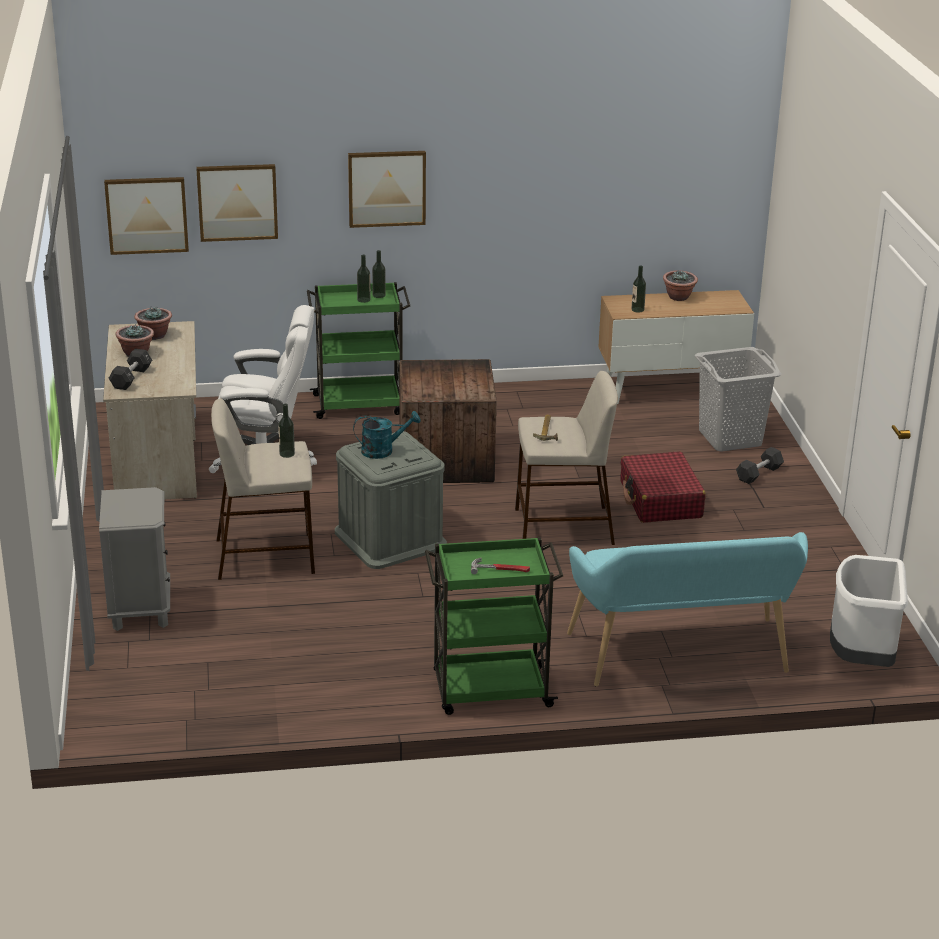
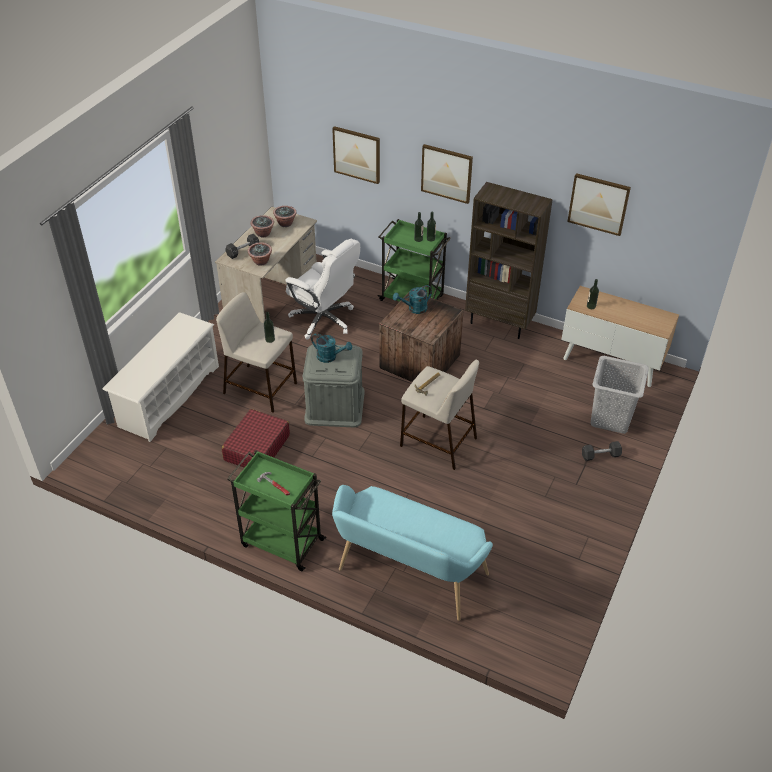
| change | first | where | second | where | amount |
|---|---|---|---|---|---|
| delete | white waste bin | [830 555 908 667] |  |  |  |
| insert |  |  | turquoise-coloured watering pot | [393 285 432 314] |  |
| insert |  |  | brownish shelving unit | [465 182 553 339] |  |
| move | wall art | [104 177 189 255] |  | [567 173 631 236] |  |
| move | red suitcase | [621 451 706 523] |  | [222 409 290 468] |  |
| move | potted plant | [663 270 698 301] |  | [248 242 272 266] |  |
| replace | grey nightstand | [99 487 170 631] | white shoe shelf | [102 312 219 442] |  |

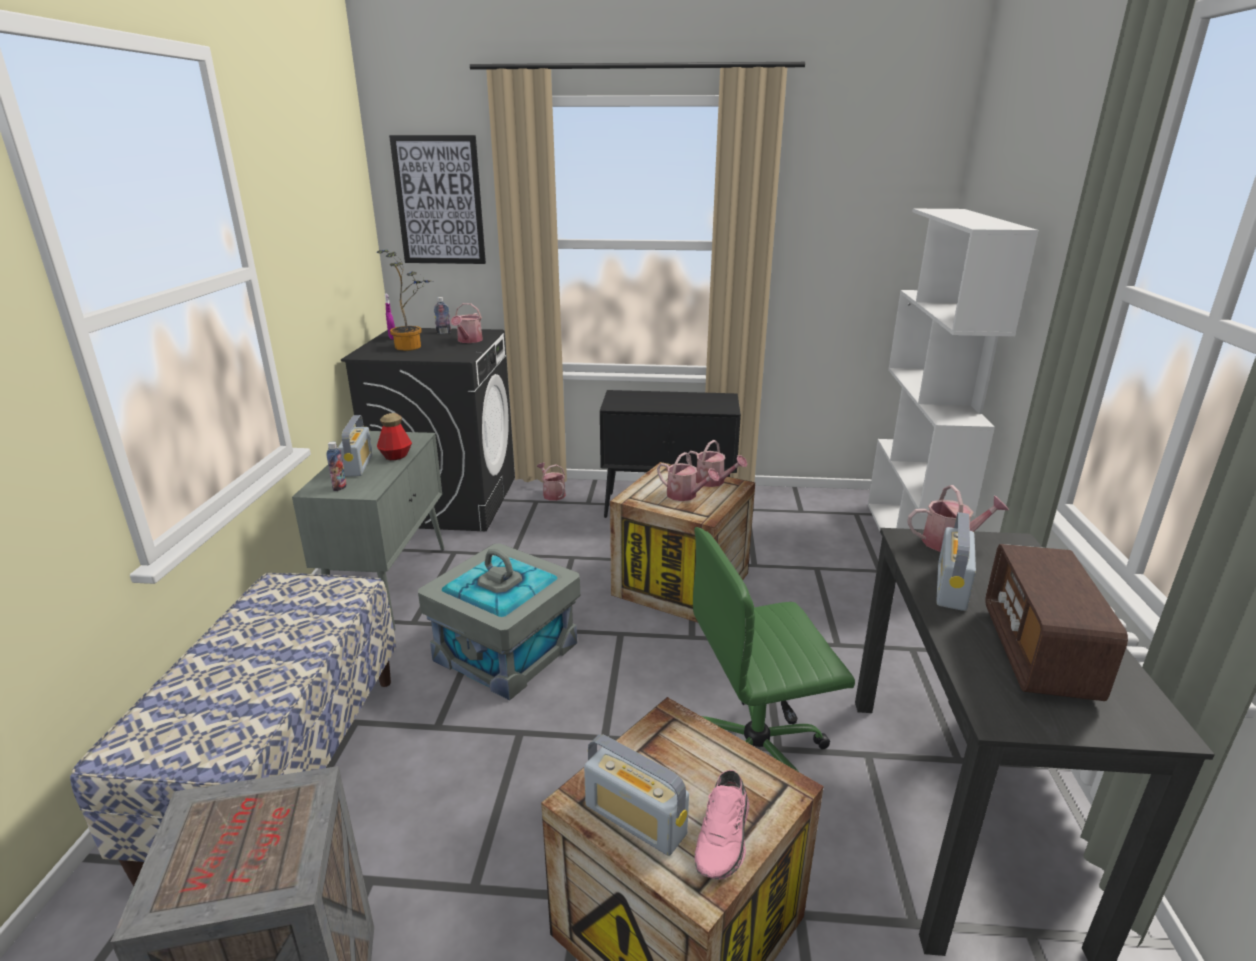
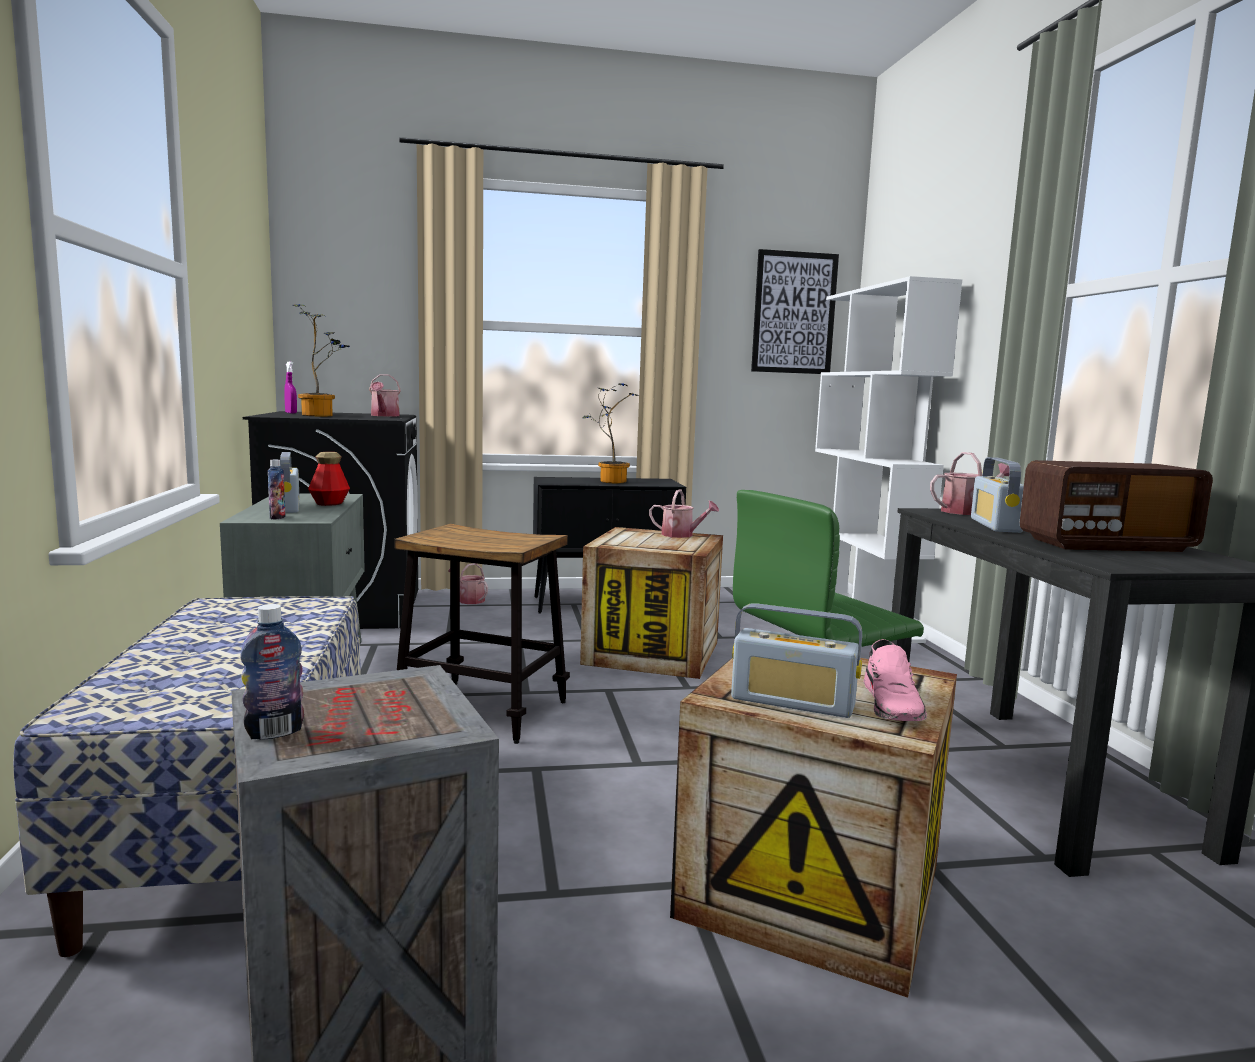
| change | first | where | second | where | amount |
|---|---|---|---|---|---|
| delete | watering pot | [657 452 720 501] |  |  |  |
| insert |  |  | potted plant | [582 383 639 483] |  |
| move | wall art | [389 135 486 264] |  | [751 249 839 374] |  |
| move | beverage bottle | [434 297 451 334] |  | [240 604 304 740] |  |
| replace | grey storage container | [418 543 580 700] | stool seat | [394 524 570 744] |  |
| rotate | radio set | [985 544 1128 701] |  | [1019 460 1213 552] | 90 degrees counterclockwise |

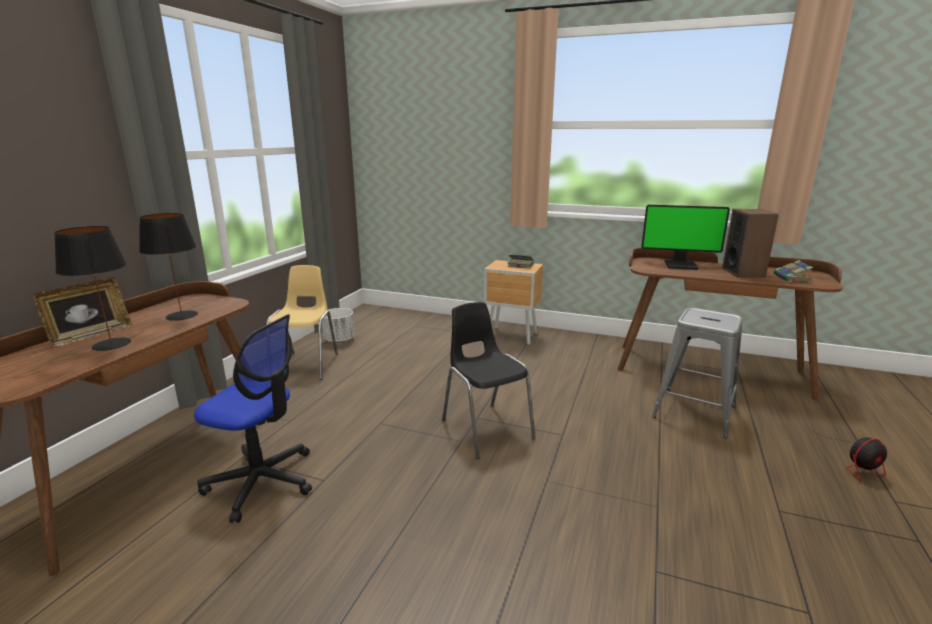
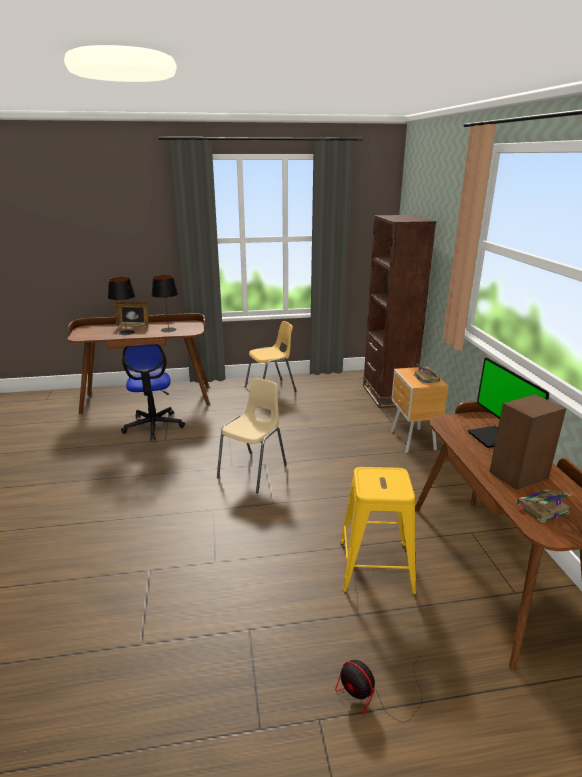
| change | first | where | second | where | amount |
|---|---|---|---|---|---|
| delete | white plant pot | [322 308 355 343] |  |  |  |
| insert |  |  | brownish shelving unit | [363 215 436 408] |  |
| recolor | blackish chair | [442 302 536 459] | beige-coloured chair | [217 379 287 493] |  |
| recolor | grey stool seat | [652 308 743 438] | yellow-coloured stool seat | [340 467 416 595] |  |

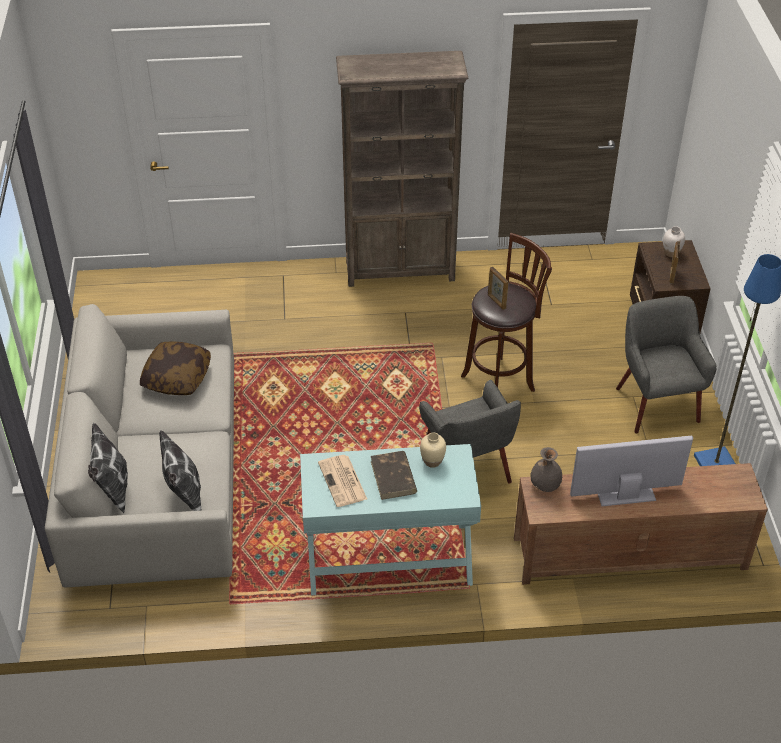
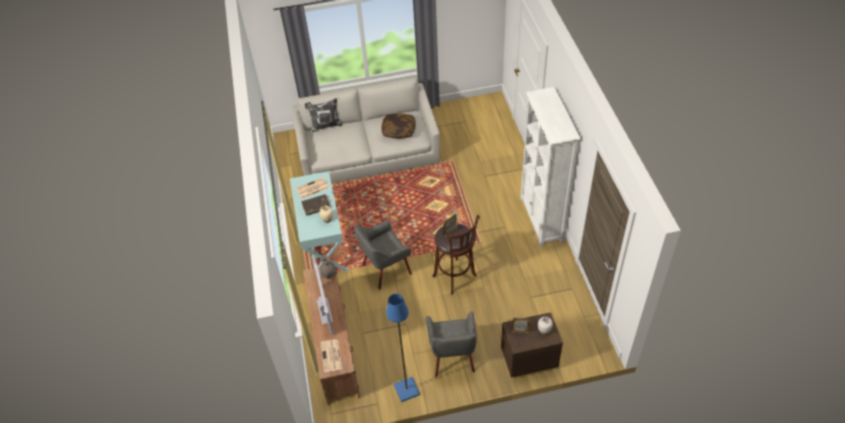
| change | first | where | second | where | amount |
|---|---|---|---|---|---|
| delete | throw pillow | [159 430 202 511] |  |  |  |
| insert |  |  | printed paper | [321 339 342 372] |  |
| recolor | brownish shelving unit | [336 51 469 287] | white shelving unit | [520 87 581 247] |  |
| rotate | grey lounge chair | [616 296 717 433] |  | [426 311 477 377] | 105 degrees clockwise |

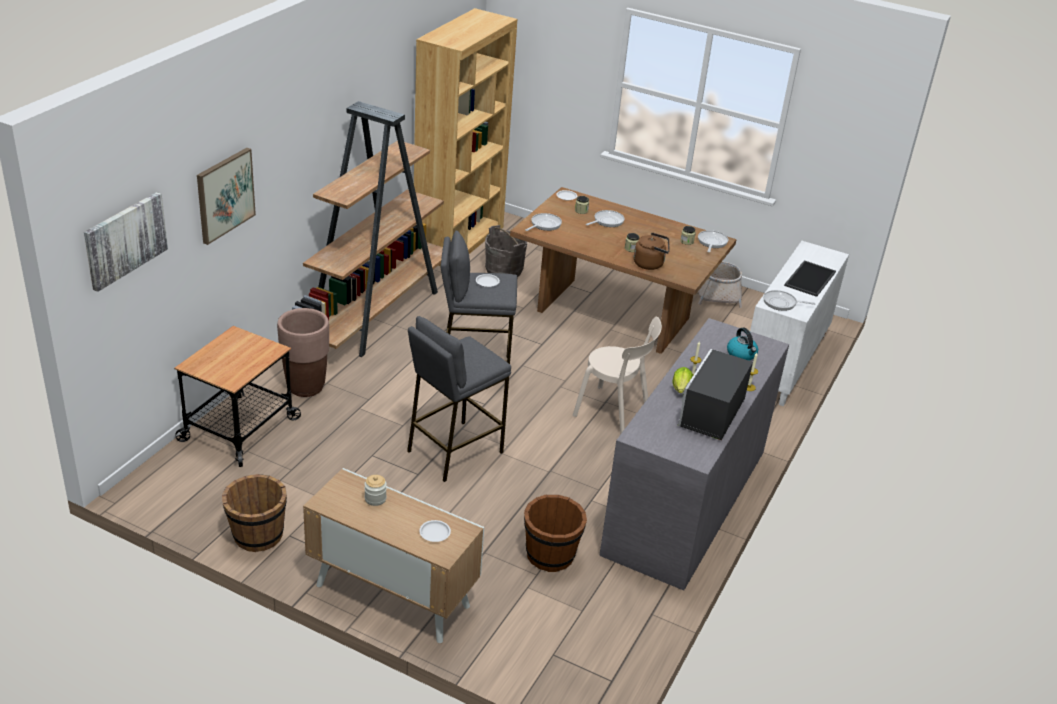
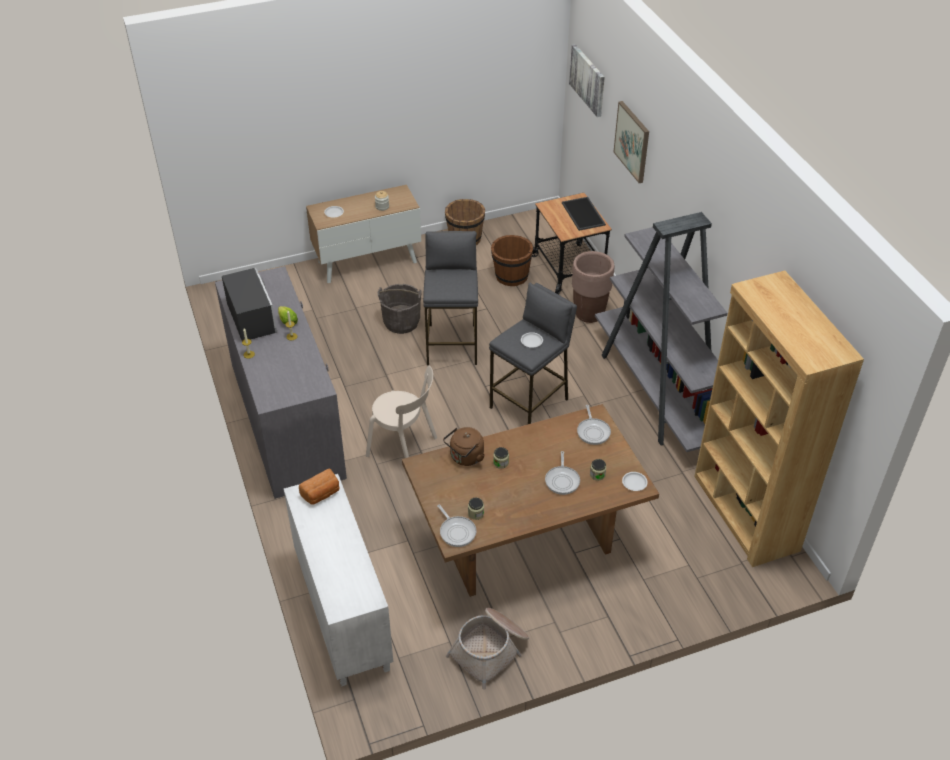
| change | first | where | second | where | amount |
|---|---|---|---|---|---|
| delete | water kettle | [727 328 758 361] |  |  |  |
| move | grey pail | [485 225 527 277] |  | [378 284 422 334] |  |
| move | brownish pail | [524 494 587 572] |  | [491 235 533 286] |  |
| move | tray | [784 260 836 297] |  | [562 197 606 231] |  |
| replace | frying pan | [763 290 815 311] | baked bread | [299 468 340 505] |  |
| recolor | brownish shelving unit | [292 101 444 357] | grey shelving unit | [595 212 727 452] |  |
| rotate | beige-coloured chair | [573 317 662 434] |  | [366 366 437 458] | 135 degrees counterclockwise |

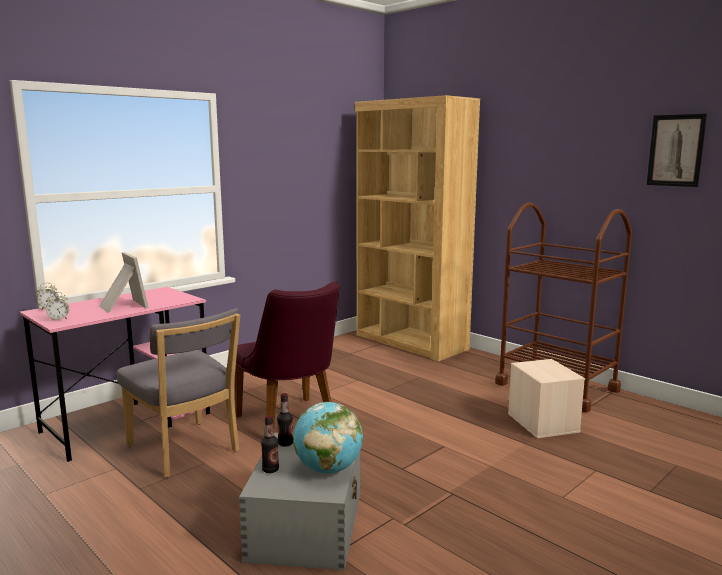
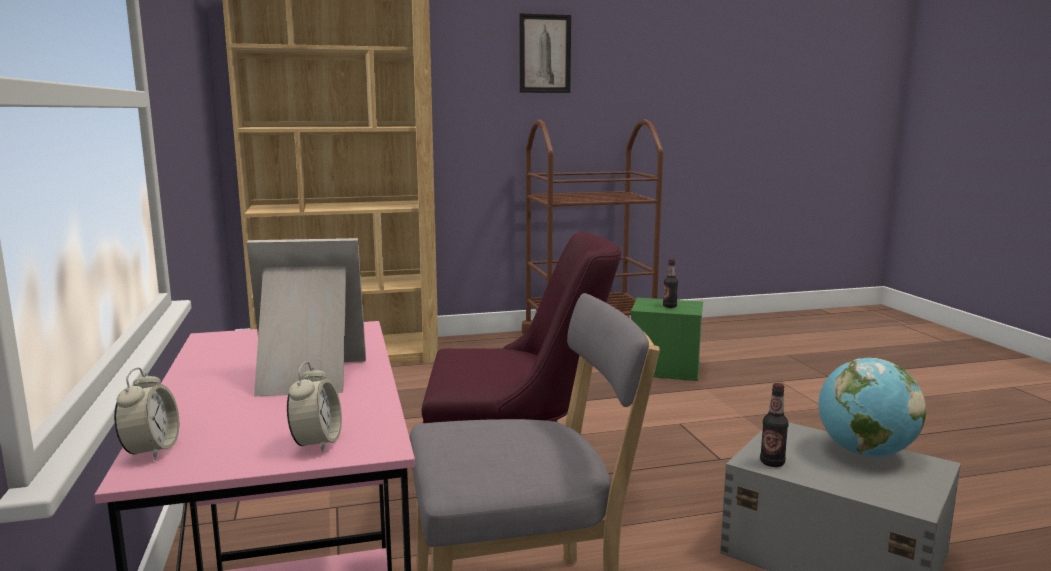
| change | first | where | second | where | amount |
|---|---|---|---|---|---|
| move | beverage bottle | [261 415 279 473] |  | [663 259 678 308] |  |
| move | wall art | [647 114 707 187] |  | [519 13 571 93] |  |
| recolor | beige-coloured storage container | [508 359 585 438] | green storage container | [631 298 703 381] |  |

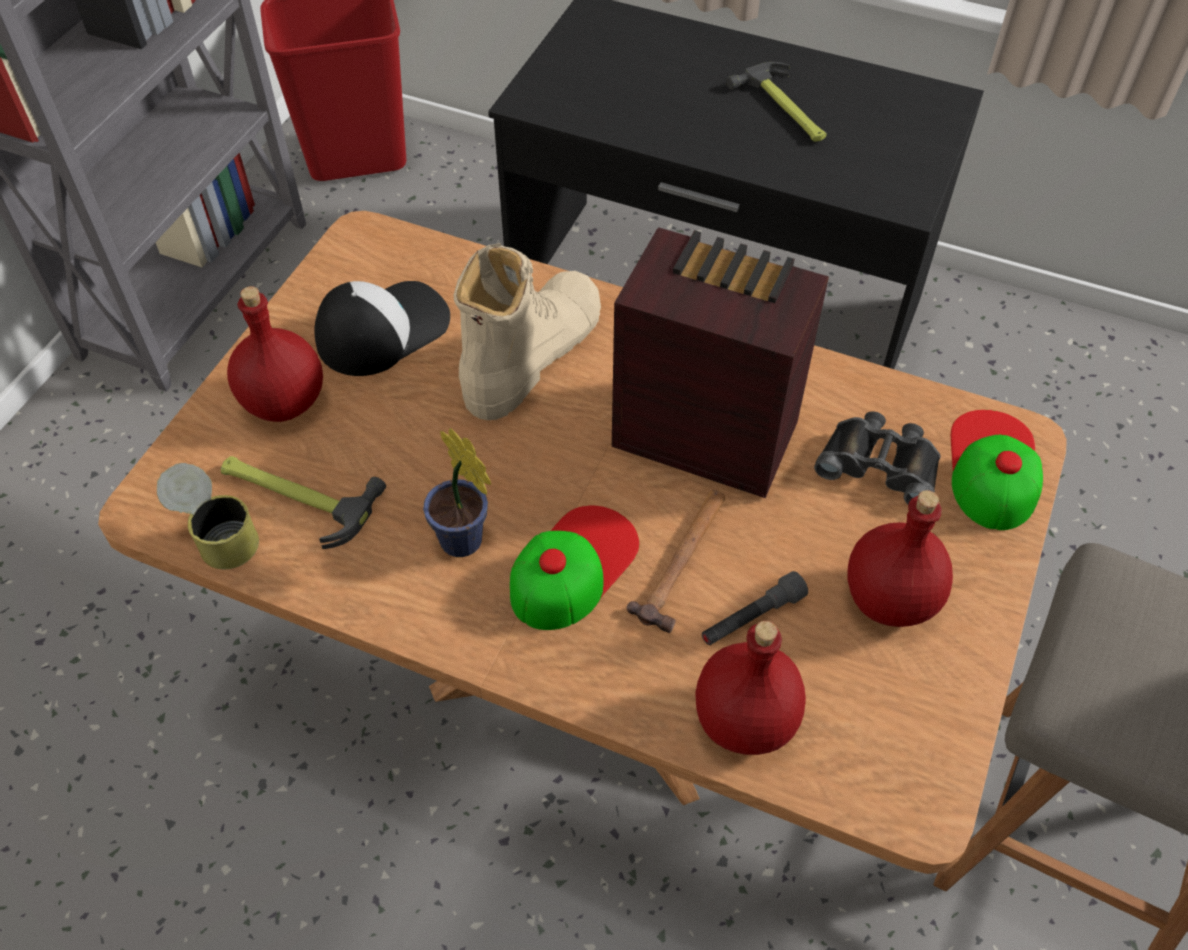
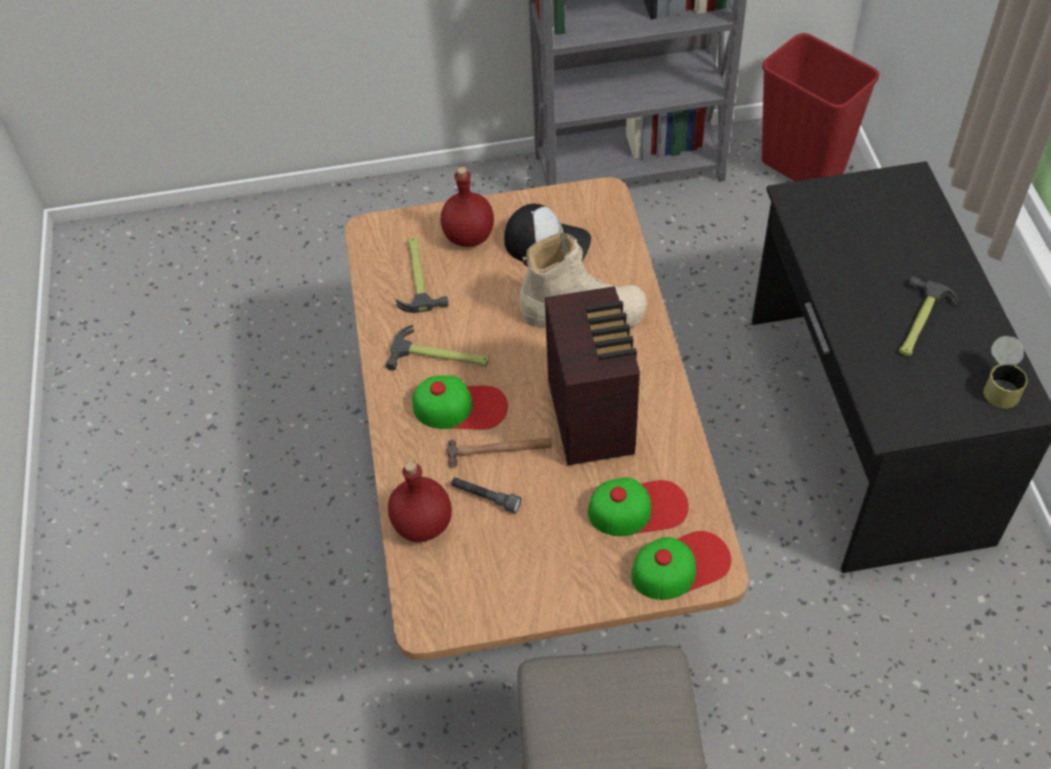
| change | first | where | second | where | amount |
|---|---|---|---|---|---|
| delete | red beverage bottle | [848 490 953 627] |  |  |  |
| move | metal can | [157 463 259 569] |  | [984 336 1028 408] |  |
| replace | potted plant | [423 428 491 557] | hand hammer | [386 325 489 370] |  |
| replace | blackish binoculars | [814 411 941 504] | cap | [588 477 689 536] |  |

